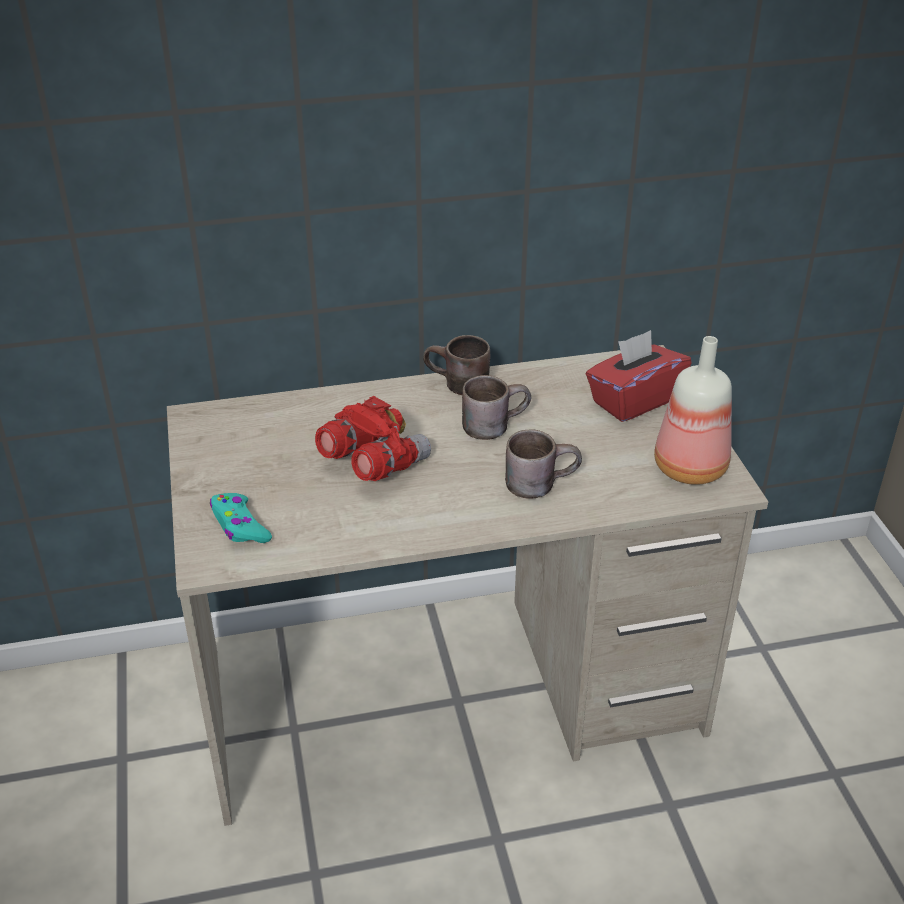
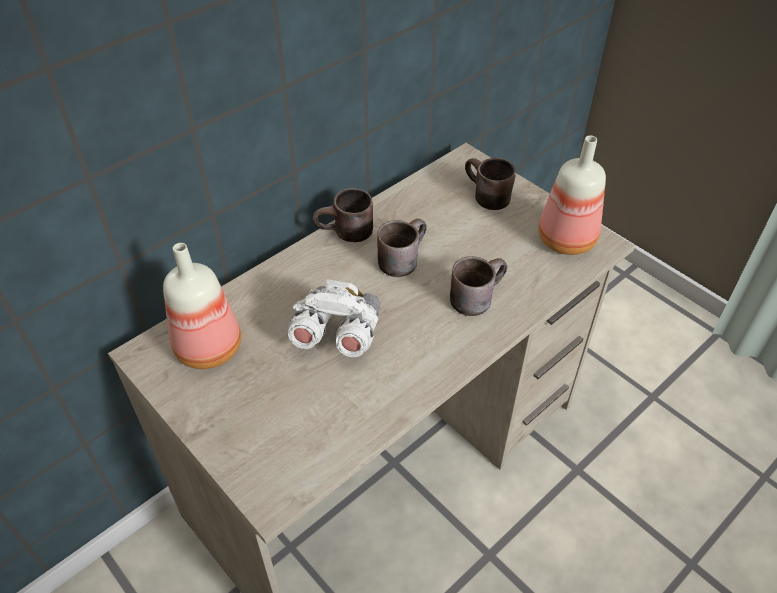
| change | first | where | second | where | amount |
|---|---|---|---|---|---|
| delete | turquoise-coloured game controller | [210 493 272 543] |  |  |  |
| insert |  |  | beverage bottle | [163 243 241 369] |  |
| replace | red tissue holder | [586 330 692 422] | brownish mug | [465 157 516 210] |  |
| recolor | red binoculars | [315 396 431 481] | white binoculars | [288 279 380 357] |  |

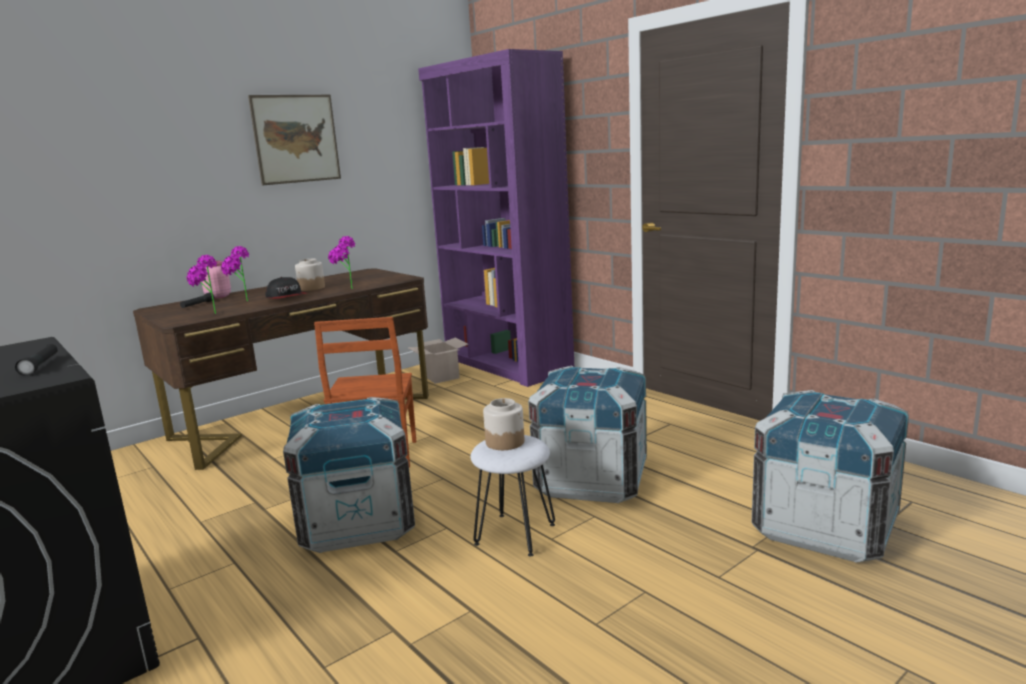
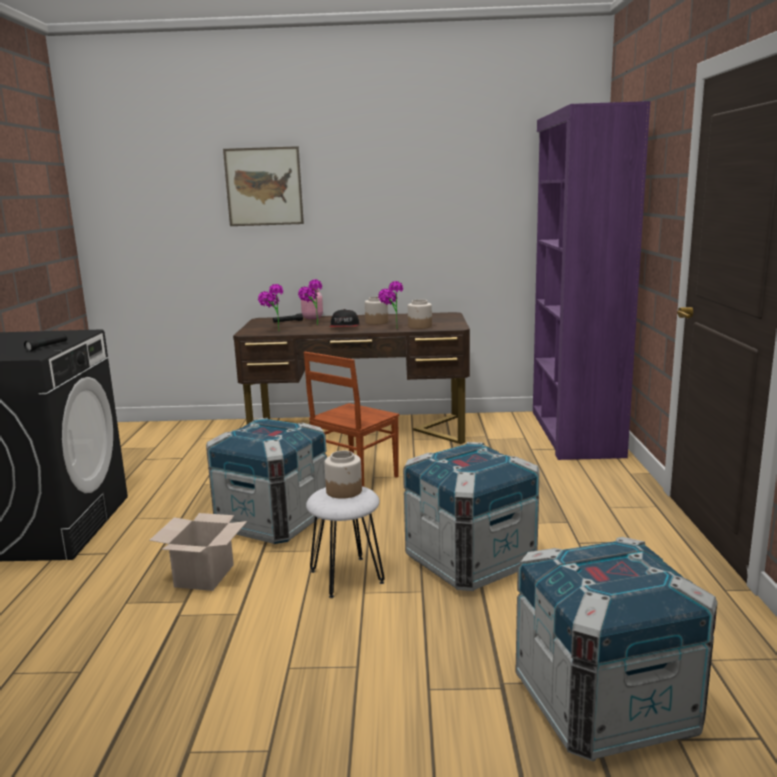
| change | first | where | second | where | amount |
|---|---|---|---|---|---|
| insert |  |  | storage jar | [408 300 432 329] |  |
| move | wall art | [248 95 341 185] |  | [223 146 304 226] |  |
| move | cardboard box | [408 338 468 384] |  | [149 513 247 591] |  |

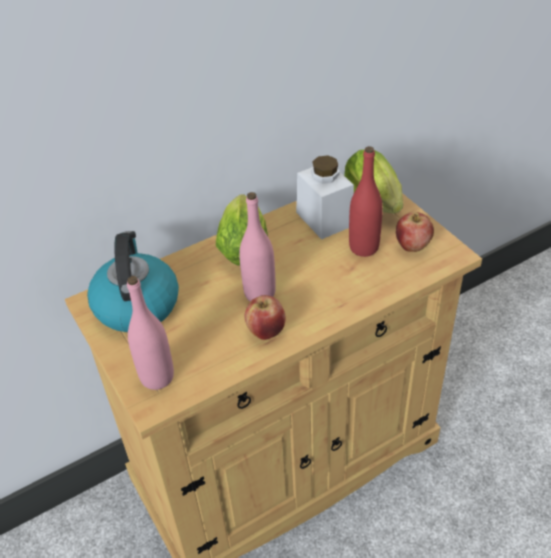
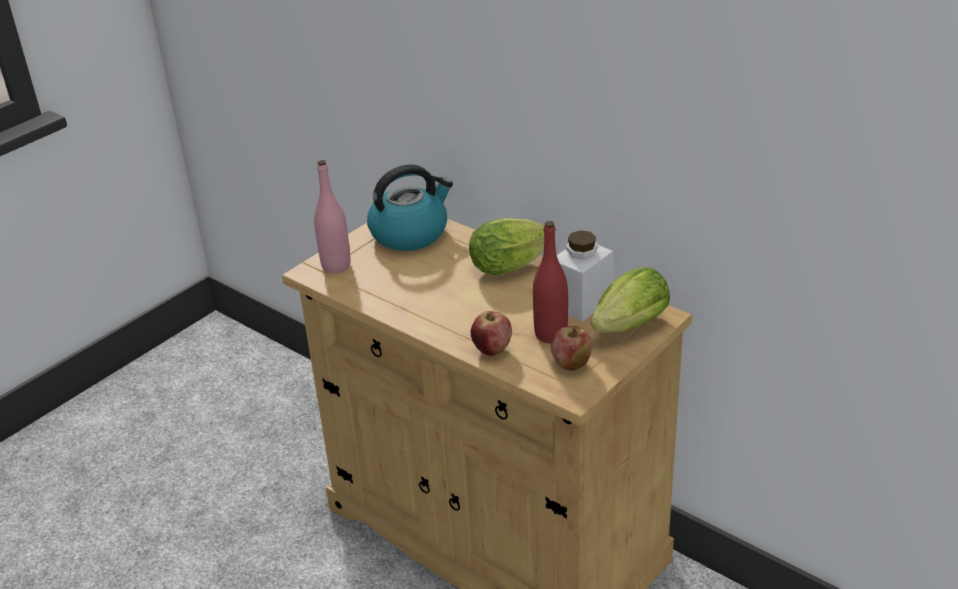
| change | first | where | second | where | amount |
|---|---|---|---|---|---|
| delete | pinkish beverage bottle | [239 192 276 301] |  |  |  |
| move | apple | [244 295 286 340] |  | [471 311 512 356] |  |

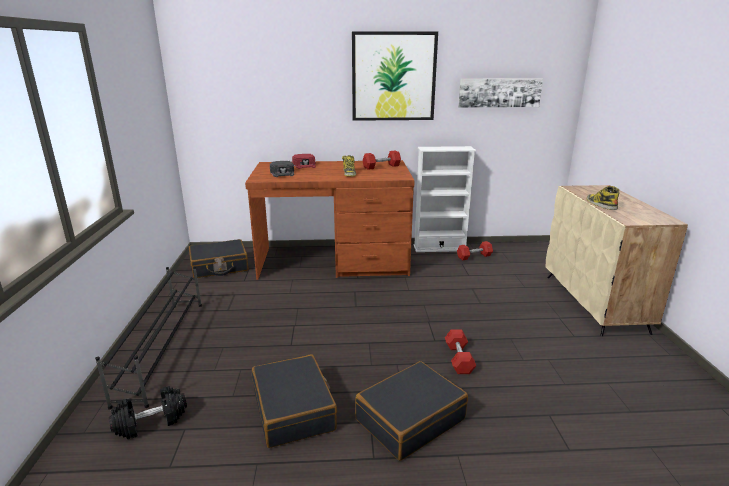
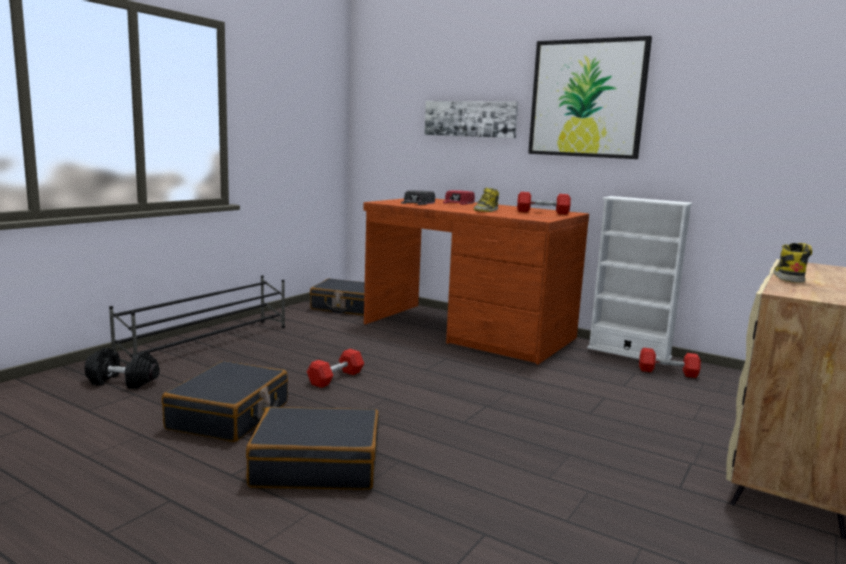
| change | first | where | second | where | amount |
|---|---|---|---|---|---|
| move | red dumbbell | [445 329 476 374] |  | [307 349 364 388] |  |
| move | wall art | [458 78 543 108] |  | [424 101 518 138] |  |

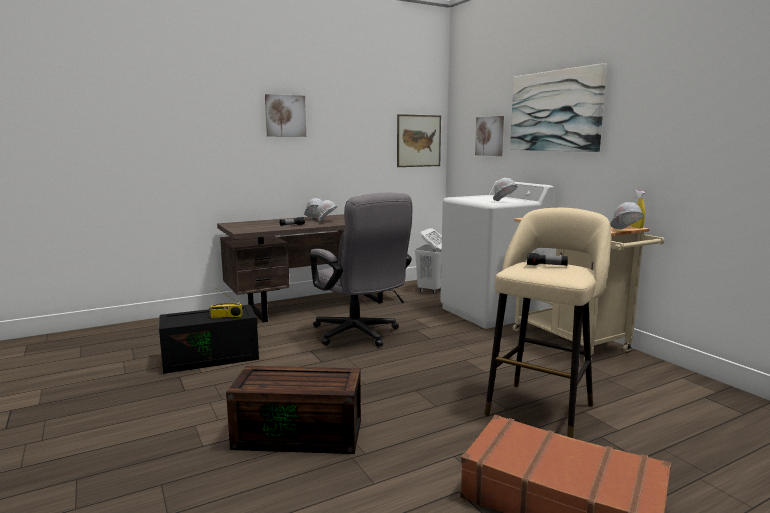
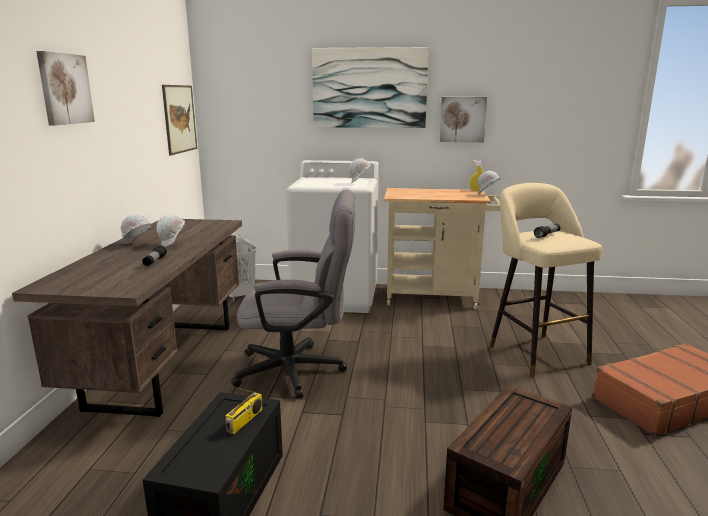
| change | first | where | second | where | amount |
|---|---|---|---|---|---|
| move | wall art | [475 116 504 156] |  | [440 97 487 142] |  |

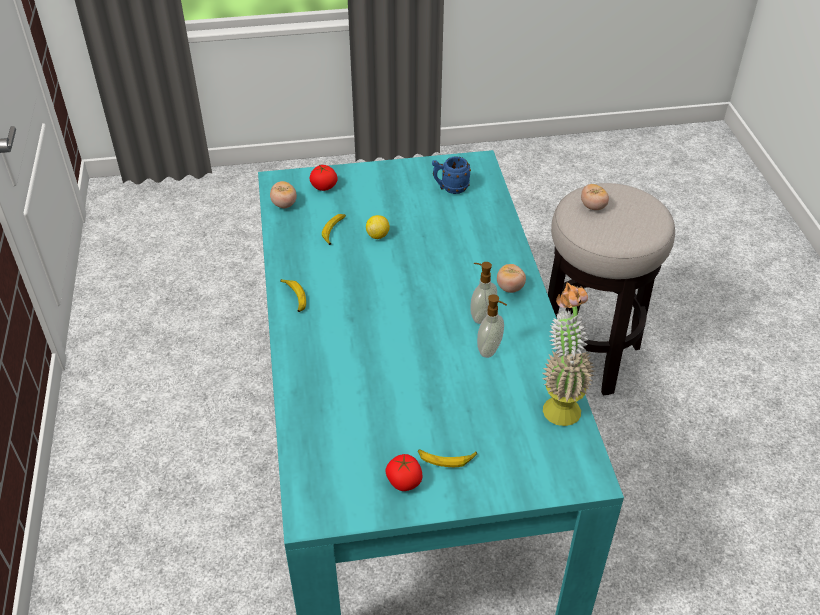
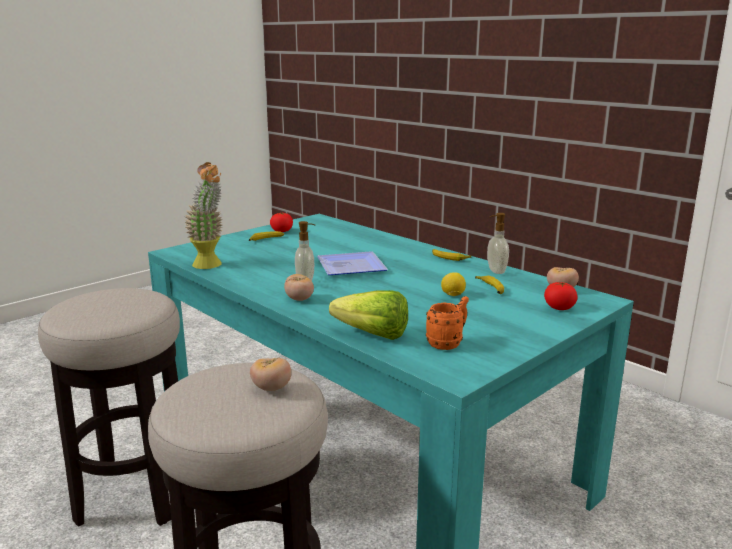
| change | first | where | second | where | amount |
|---|---|---|---|---|---|
| insert |  |  | stool seat | [38 288 180 527] |  |
| insert |  |  | dinner plate | [317 251 388 275] |  |
| insert |  |  | lettuce head | [329 290 408 340] |  |
| move | soap dispenser | [477 294 507 358] |  | [487 213 509 274] |  |
| recolor | bluish mug | [432 156 471 194] | orange-coloured mug | [426 296 469 350] |  |

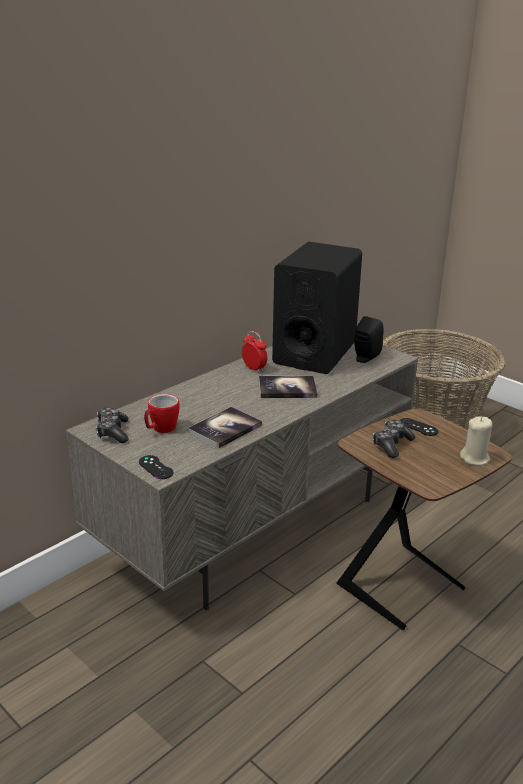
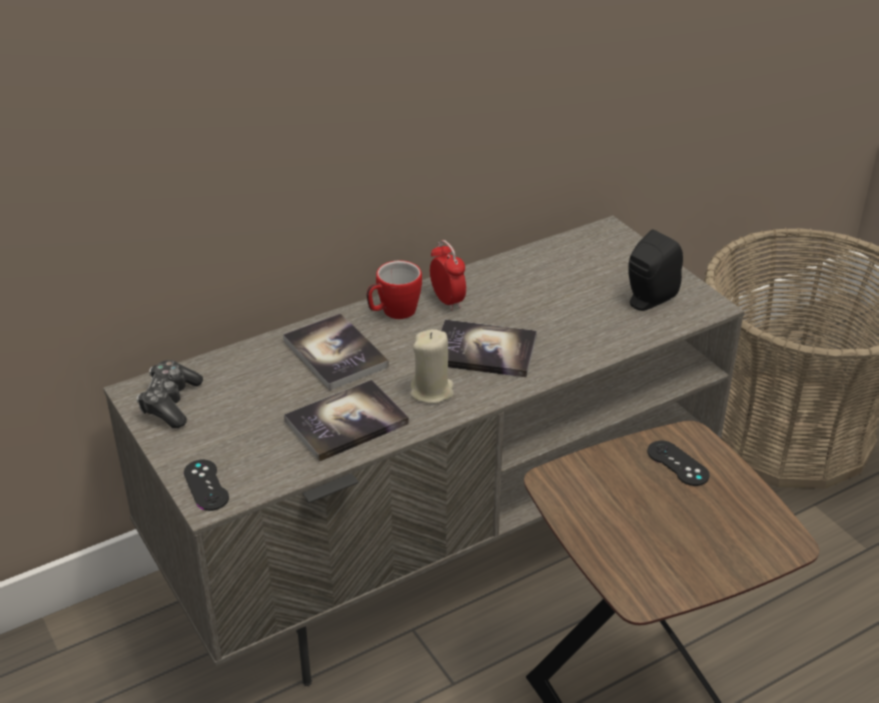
| change | first | where | second | where | amount |
|---|---|---|---|---|---|
| delete | blackish speaker | [272 242 362 374] |  |  |  |
| delete | game controller | [373 420 416 458] |  |  |  |
| insert |  |  | volume | [283 313 389 391] |  |
| move | mug | [144 394 180 433] |  | [367 260 422 319] |  |
| move | beige-coloured candle | [460 416 492 465] |  | [410 329 454 404] |  |

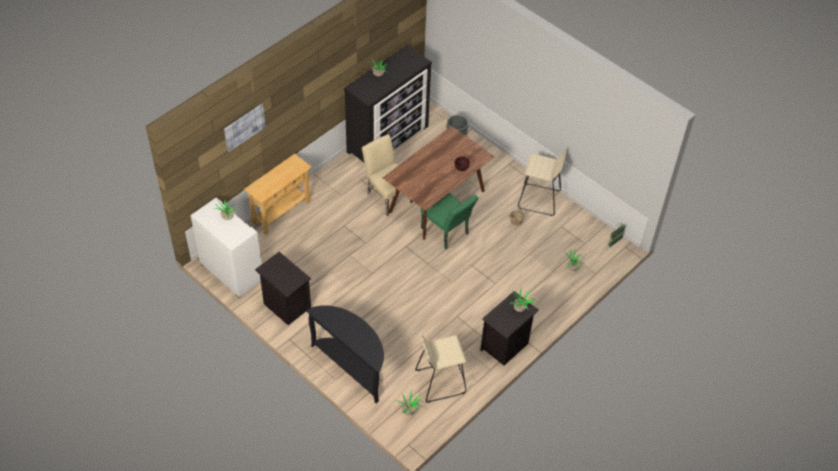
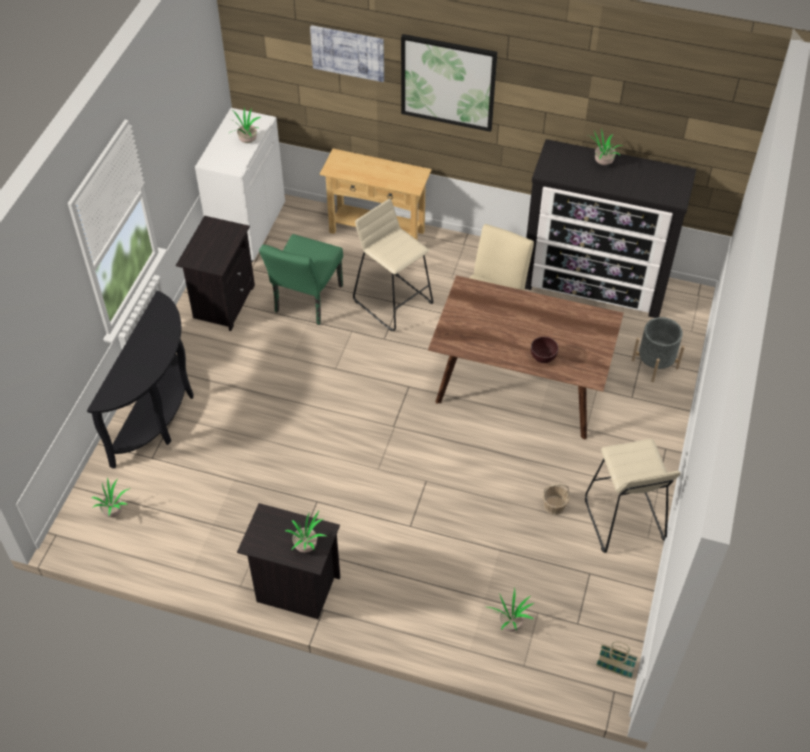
| change | first | where | second | where | amount |
|---|---|---|---|---|---|
| insert |  |  | wall art | [401 34 497 132] |  |
| move | beige-coloured stool seat | [415 332 467 403] |  | [353 199 433 331] |  |
| move | green chair | [421 193 478 249] |  | [259 234 343 325] |  |

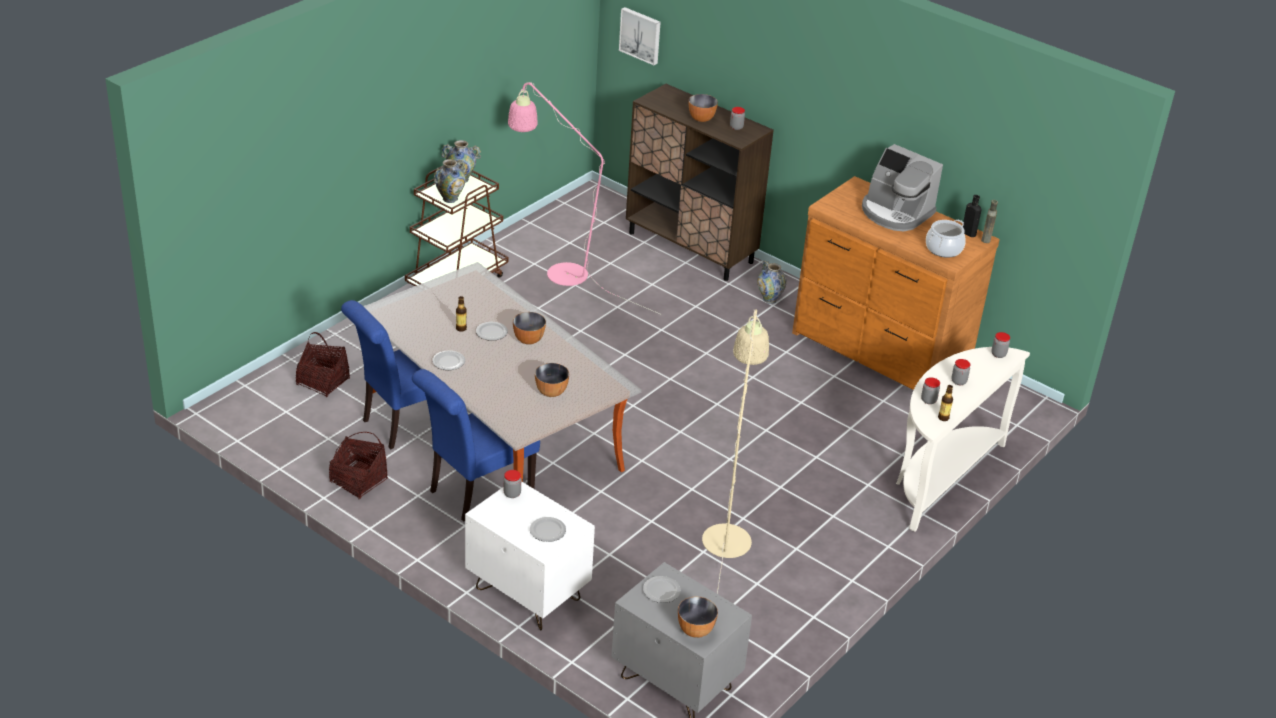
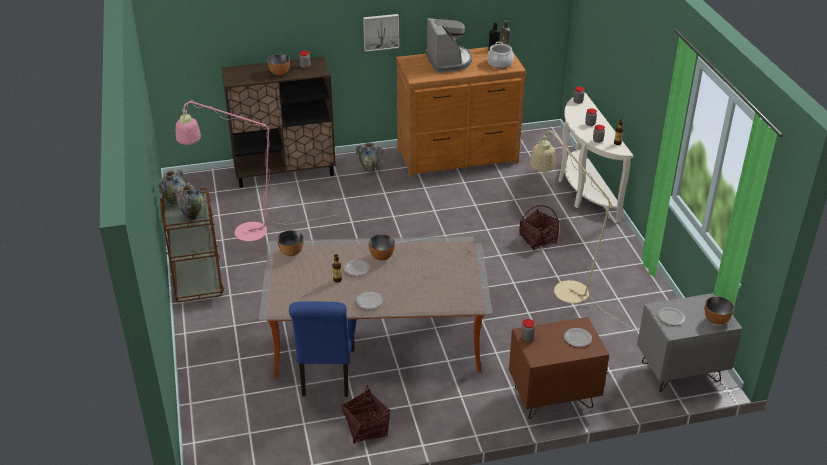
| change | first | where | second | where | amount |
|---|---|---|---|---|---|
| delete | bluish chair | [412 369 540 522] |  |  |  |
| move | basket | [296 332 350 397] |  | [519 205 559 250] |  |
| move | bowl | [535 363 569 397] |  | [277 230 304 256] |  |
| move | wall art | [619 7 661 65] |  | [363 14 399 52] |  |
| recolor | white nightstand | [465 481 595 630] | brownish nightstand | [509 317 609 419] |  |
| rotate | coffee maker | [862 144 943 231] |  | [425 18 472 73] | 90 degrees counterclockwise |

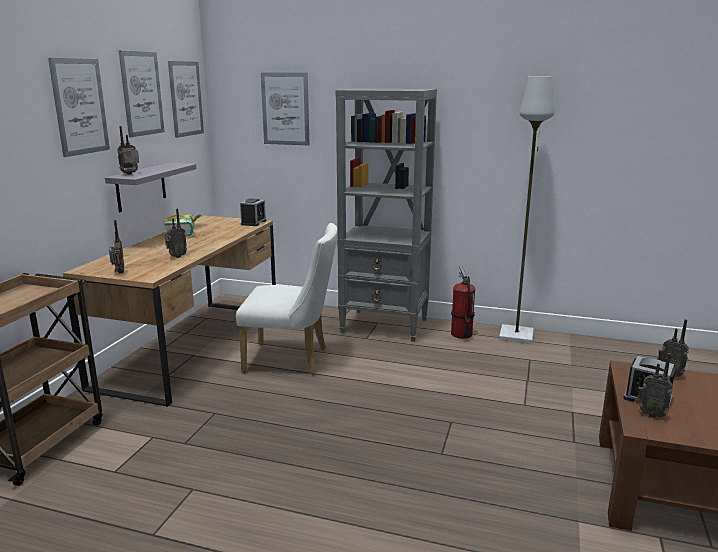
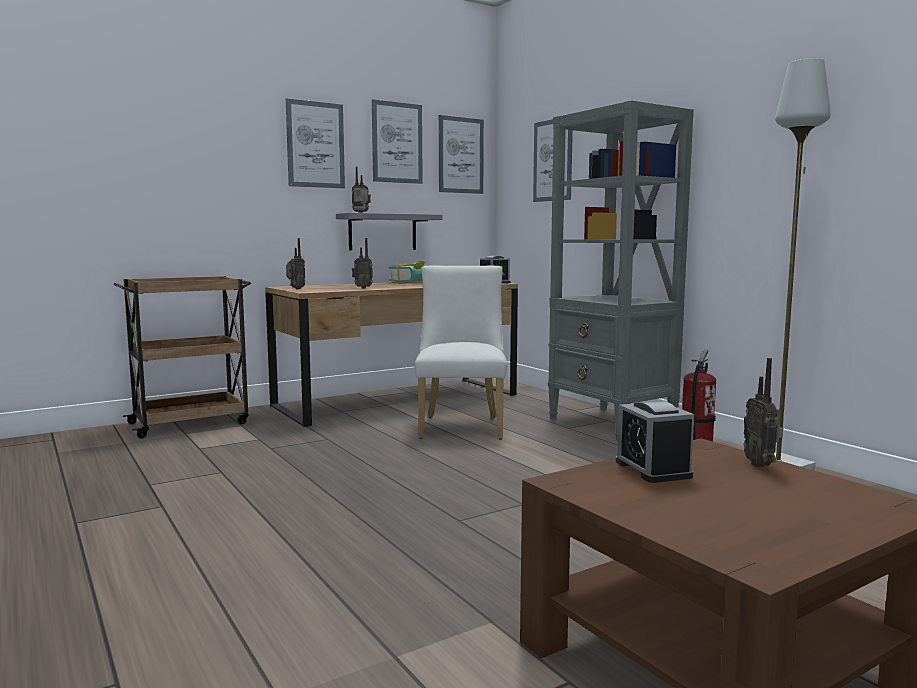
| change | first | where | second | where | amount |
|---|---|---|---|---|---|
| delete | radio set | [637 353 672 418] |  |  |  |
| rotate | white chair | [236 223 338 375] |  | [415 265 507 440] | 135 degrees counterclockwise |

